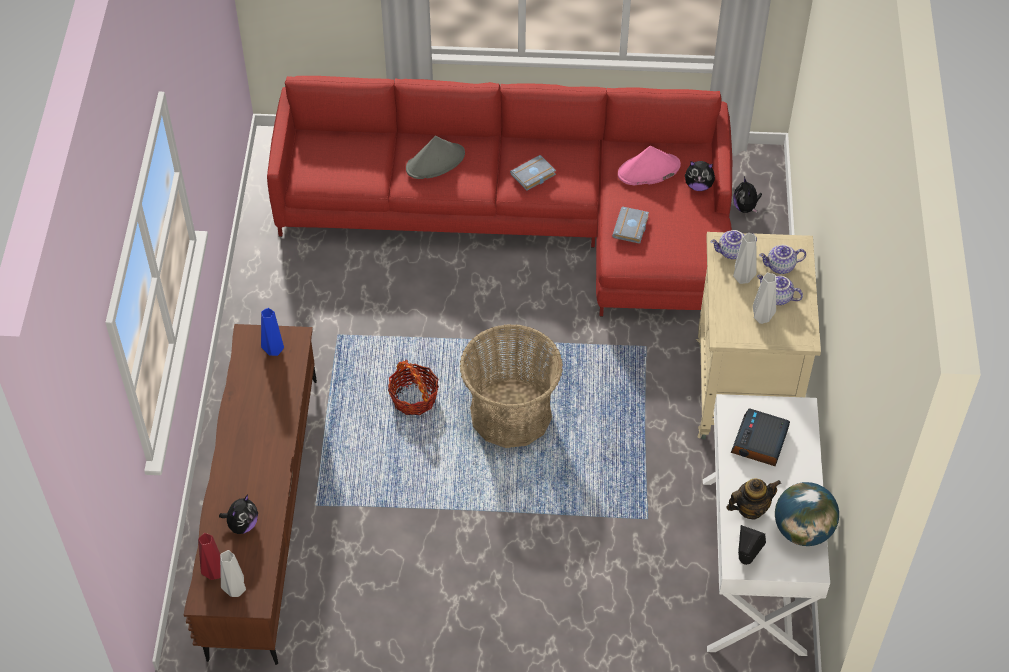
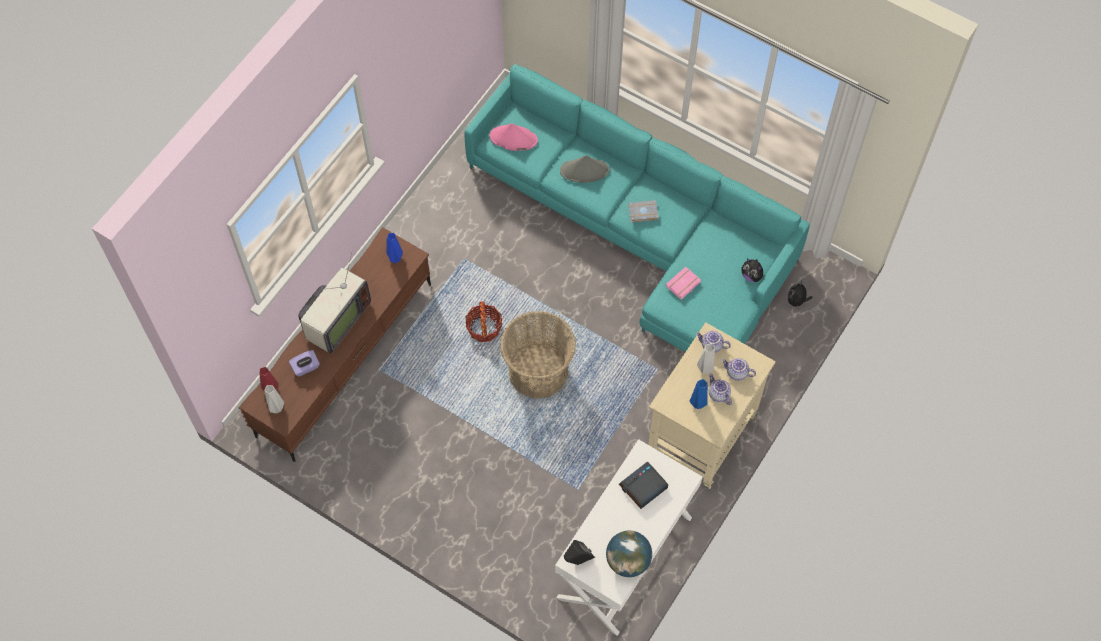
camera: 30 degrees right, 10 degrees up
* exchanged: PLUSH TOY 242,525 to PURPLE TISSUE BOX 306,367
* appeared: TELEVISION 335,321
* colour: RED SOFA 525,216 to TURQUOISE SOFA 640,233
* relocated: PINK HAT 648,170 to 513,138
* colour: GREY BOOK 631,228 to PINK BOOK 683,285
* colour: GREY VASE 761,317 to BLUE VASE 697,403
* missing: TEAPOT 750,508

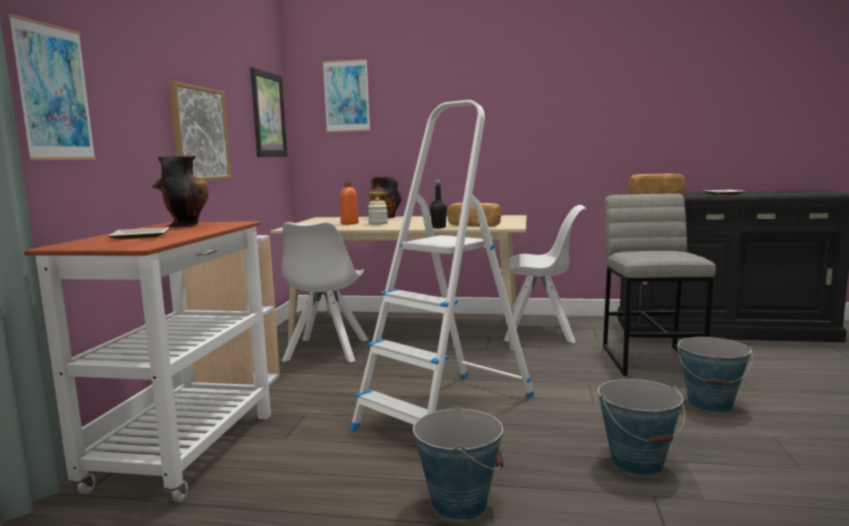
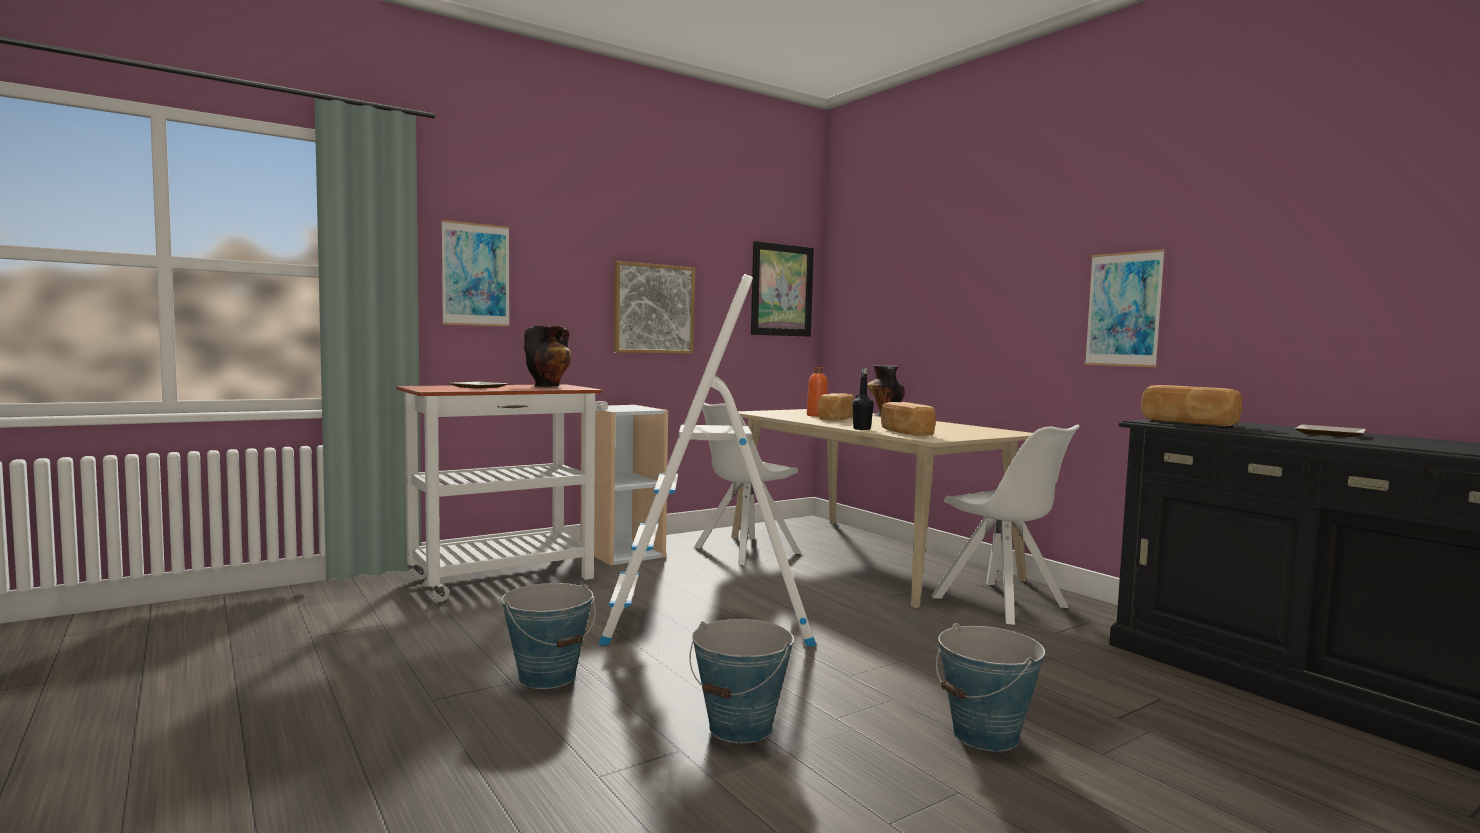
camera: 45 degrees right, 5 degrees down
* exchanged: JAR 378,223 to BREAD 838,419
* relocated: PICTURE 346,96 to 1123,309
* missing: GREY CHAIR 650,359

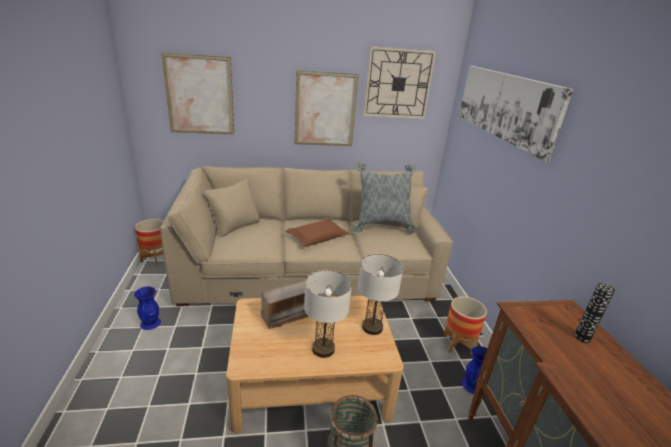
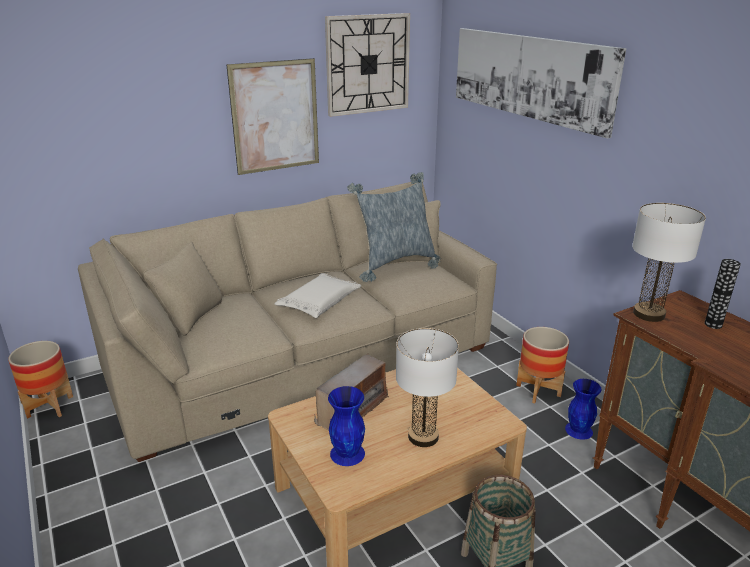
camera: 20 degrees left, 0 degrees up
* colour: BROWN PILLOW 317,236 to WHITE PILLOW 319,300
* relocated: BLUE VASE 151,323 to 348,453
* relocated: TABLE LAMP 372,328 to 649,314
* missing: PICTURE 200,95

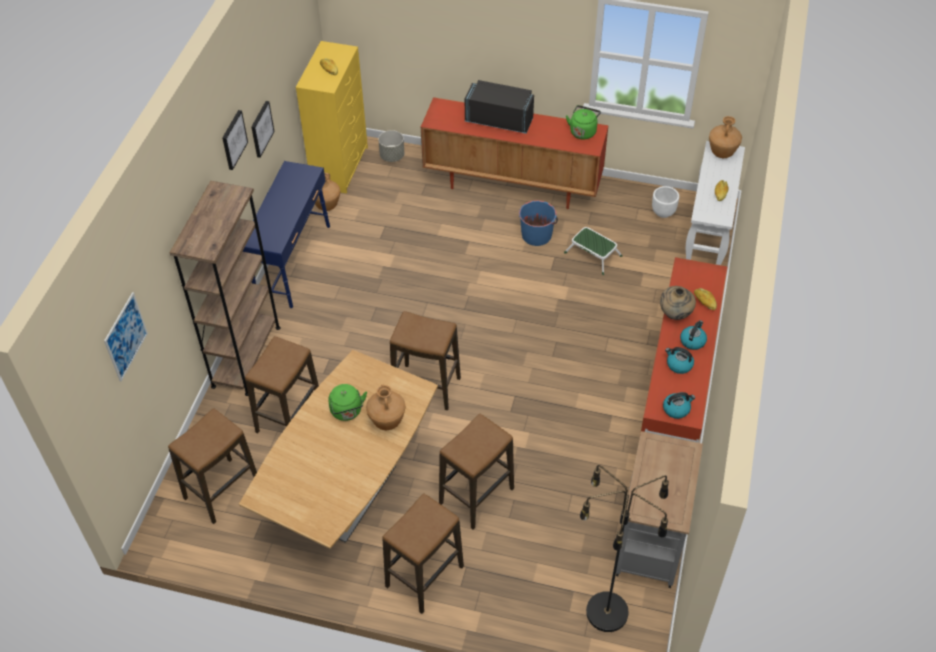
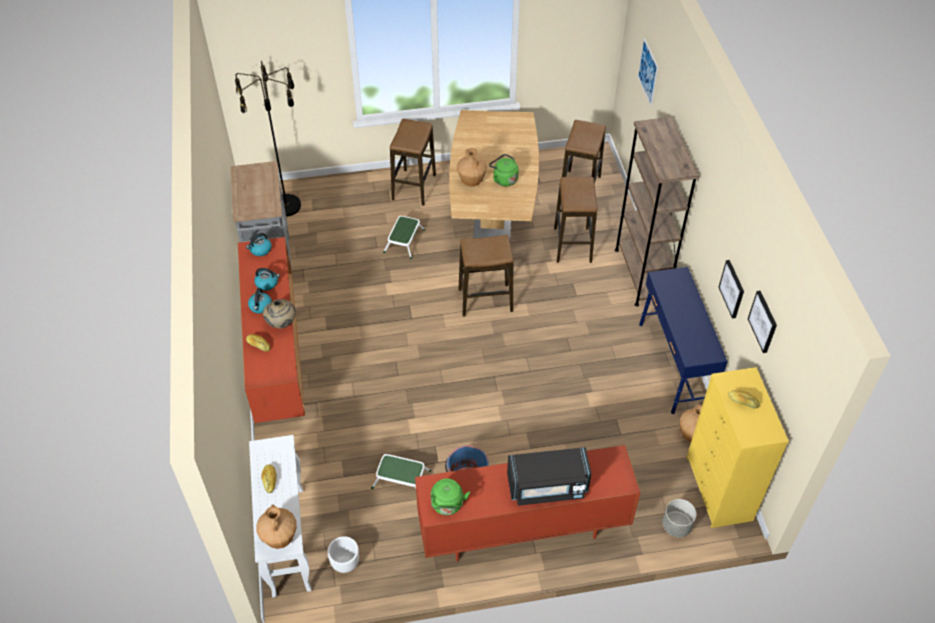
camera: 155 degrees right, 0 degrees up
* exchanged: STOOL 476,496 to GREEN STEP LADDER 404,241
* relocated: PICTURE 233,139 to 763,321

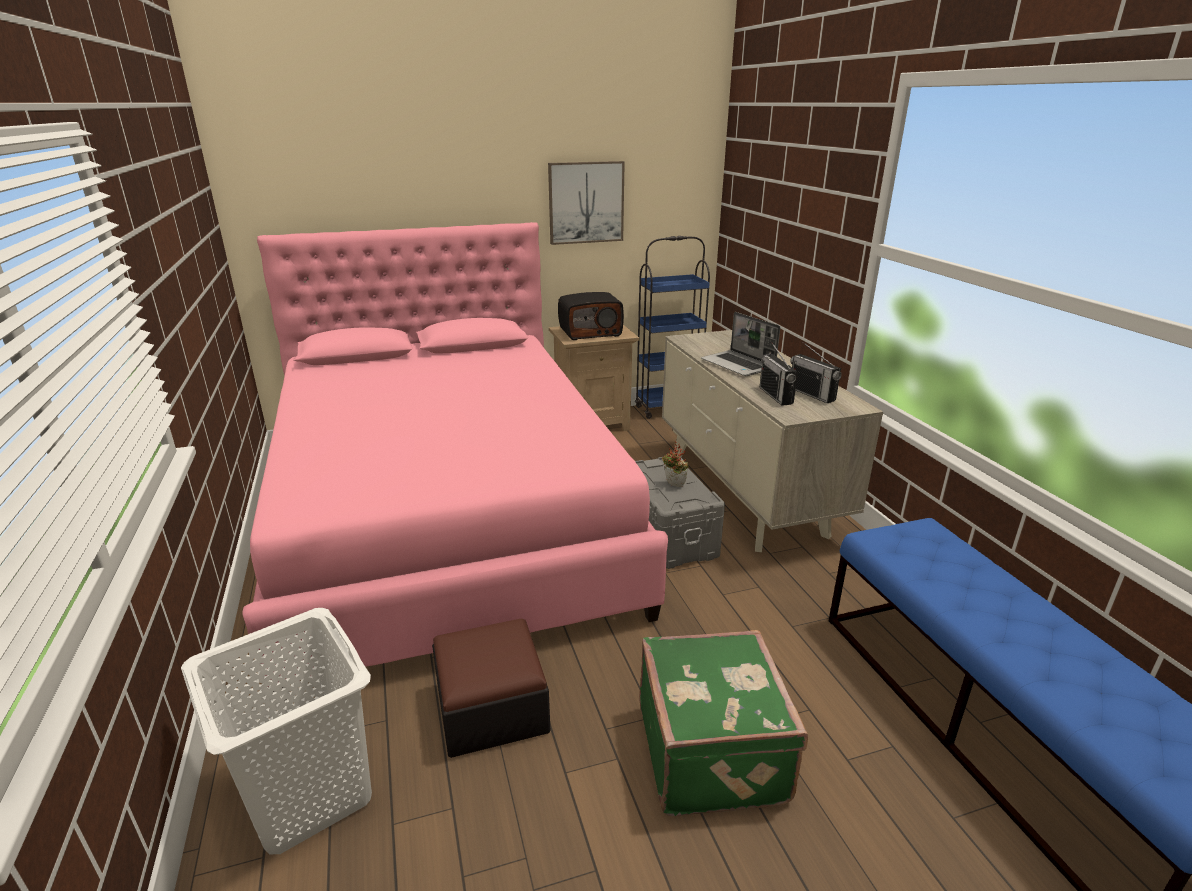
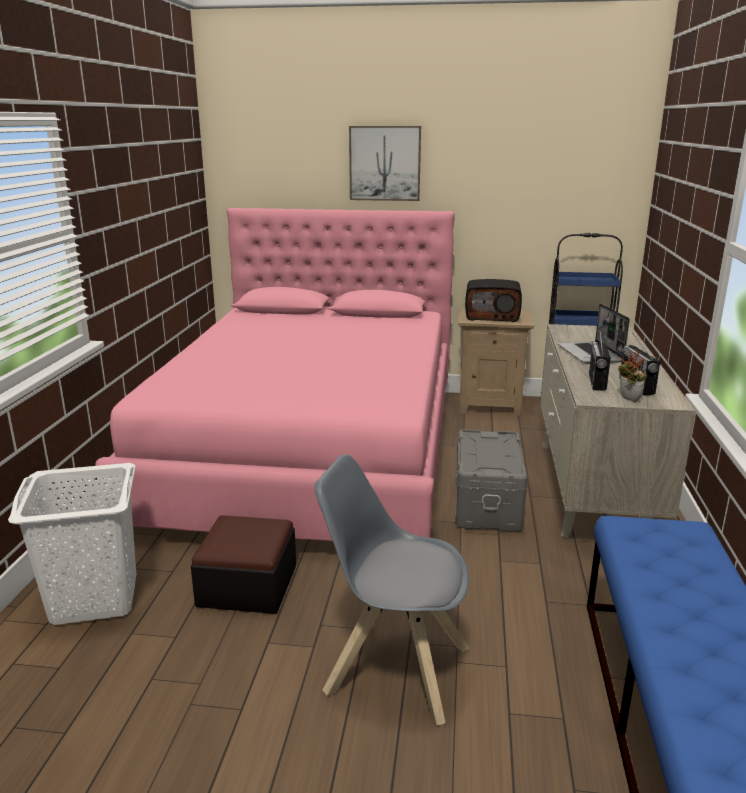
camera: 25 degrees right, 5 degrees down
* exchanged: GREEN SUITCASE 713,751 to GREY CHAIR 394,667
* relocated: PICTURE 586,202 to 385,163
* relocated: POTTED PLANT 673,485 to 627,399

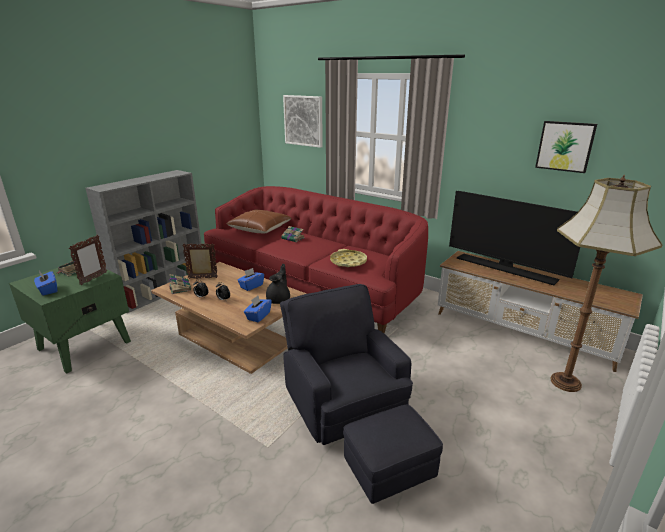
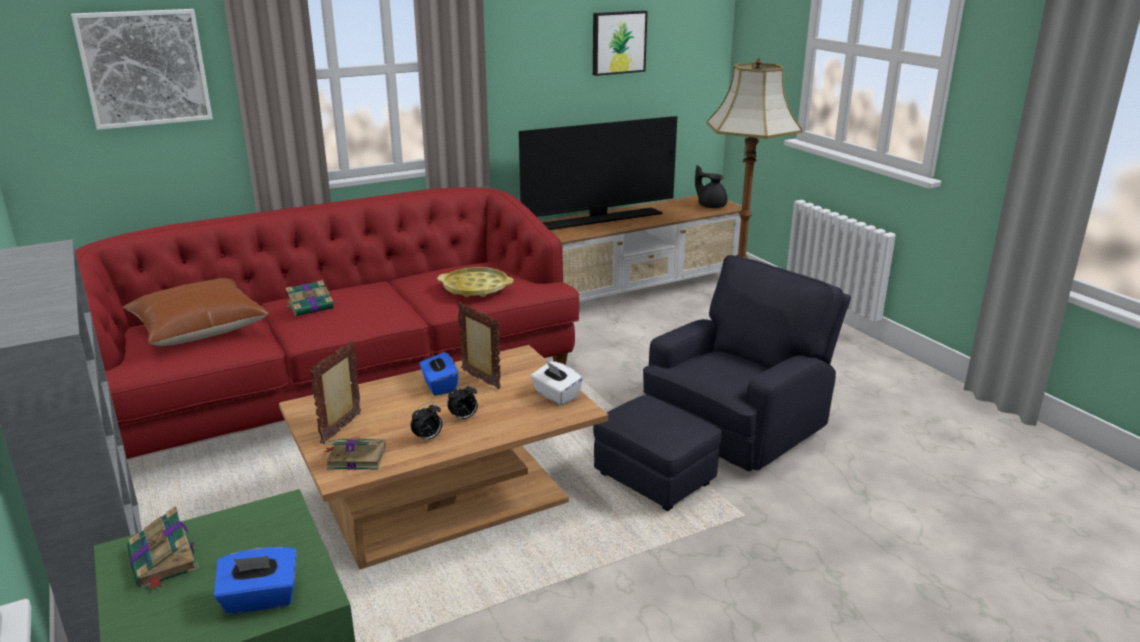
camera: 65 degrees left, 0 degrees up
* relocated: PICTURE FRAME 93,279 to 480,380
* colour: BLUE TISSUE BOX 258,316 to WHITE TISSUE BOX 556,395
* spun: BLACK ARMCHAIR 352,416 = 719,439 135 degrees clockwise
* relocated: BLACK TEAPOT 279,299 to 711,205

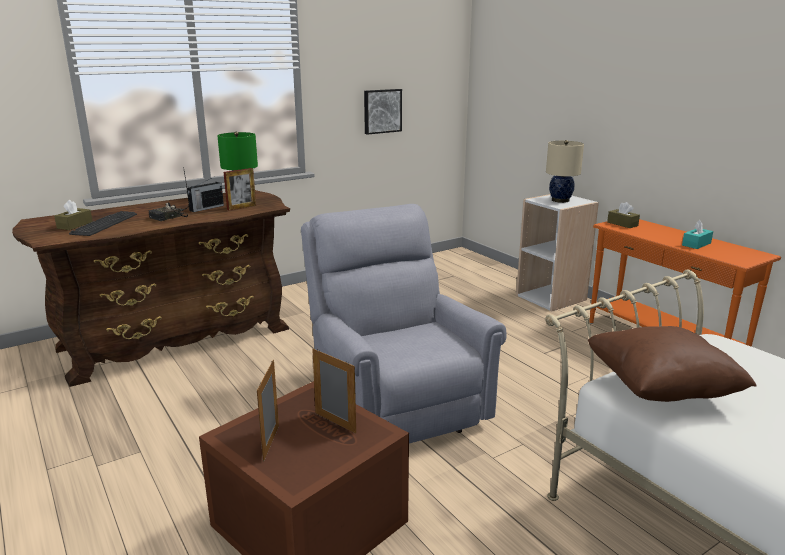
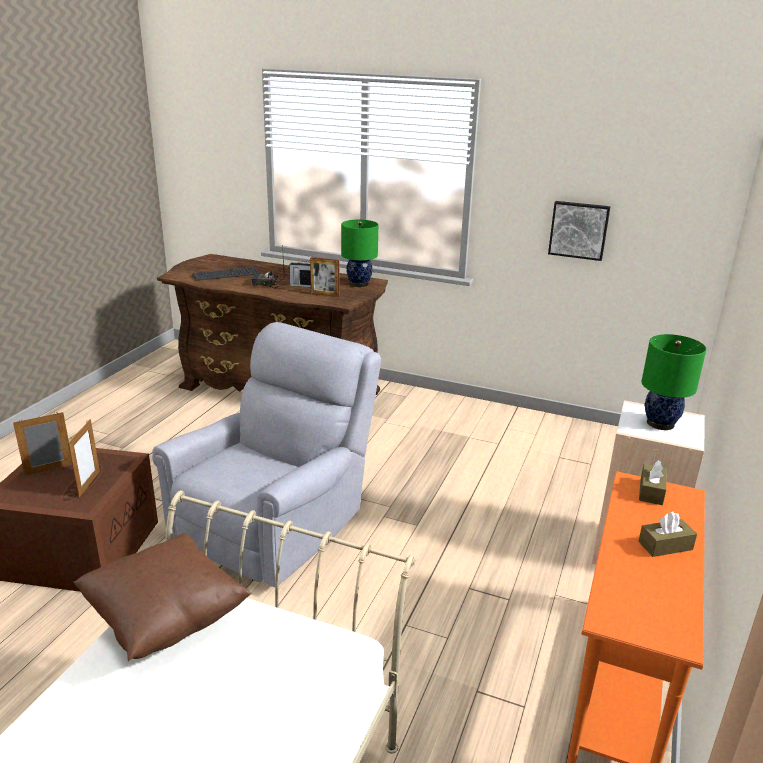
camera: 55 degrees right, 5 degrees up
* relocated: BROWN TISSUE BOX 75,225 to 665,546
* colour: BEIGE TABLE LAMP 560,200 to GREEN TABLE LAMP 660,423
* missing: TURQUOISE TISSUE BOX 696,244

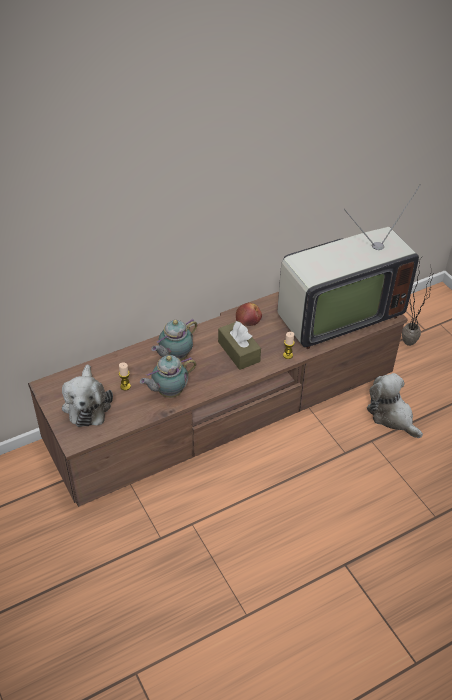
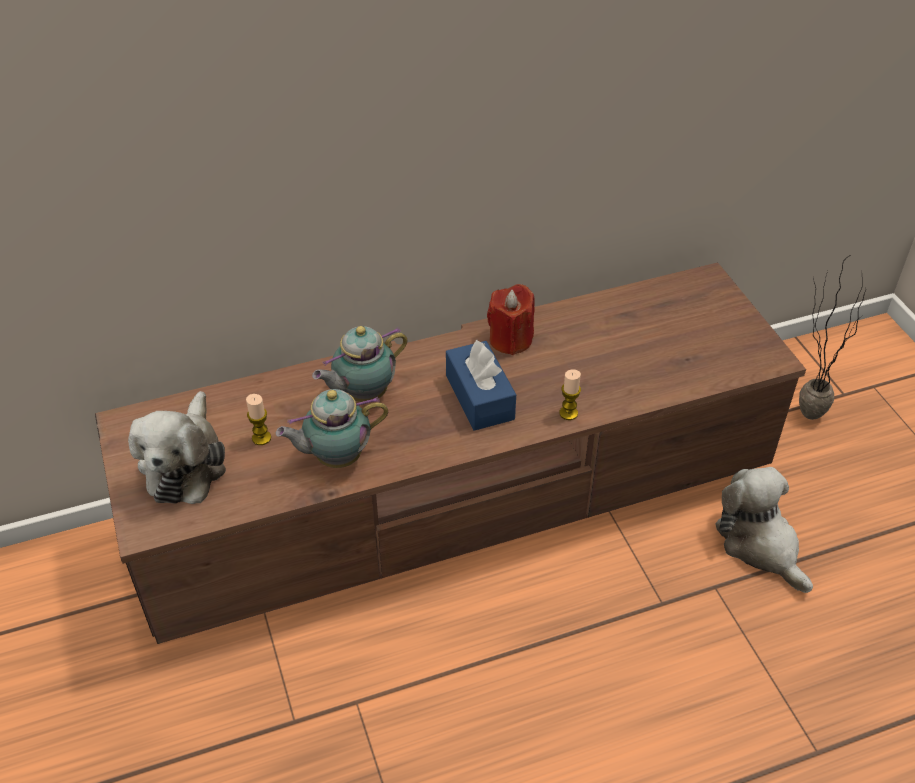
camera: 10 degrees right, 0 degrees up
* colour: BROWN TISSUE BOX 238,351 to BLUE TISSUE BOX 479,397
* exchanged: APPLE 248,318 to RED CANDLE 510,340
* missing: TELEVISION 335,315

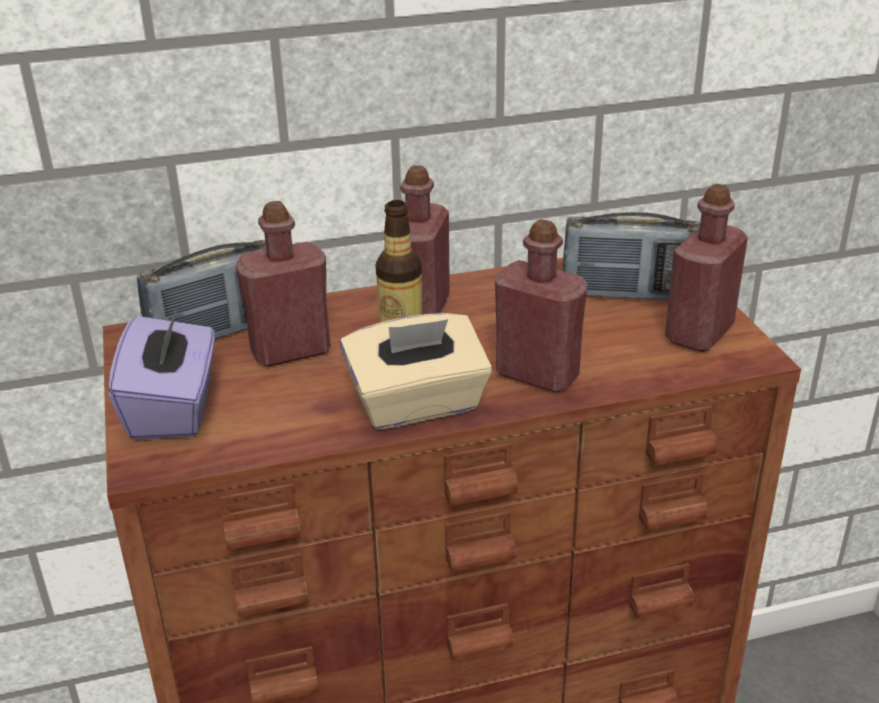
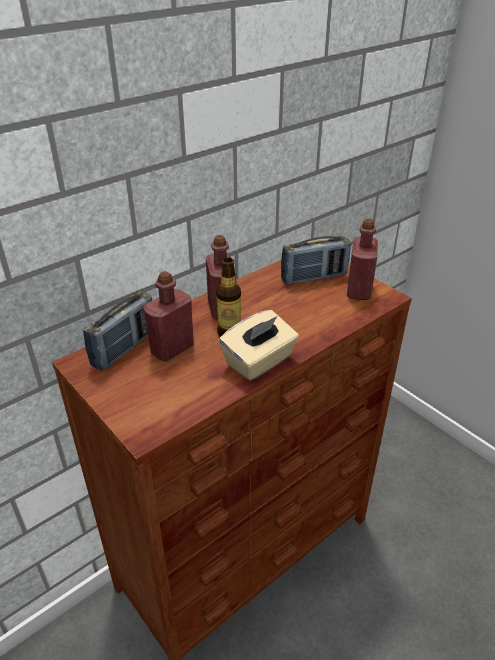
camera: 25 degrees left, 5 degrees up
* missing: PURPLE TISSUE BOX 174,408
* missing: RED BOTTLE 537,374

